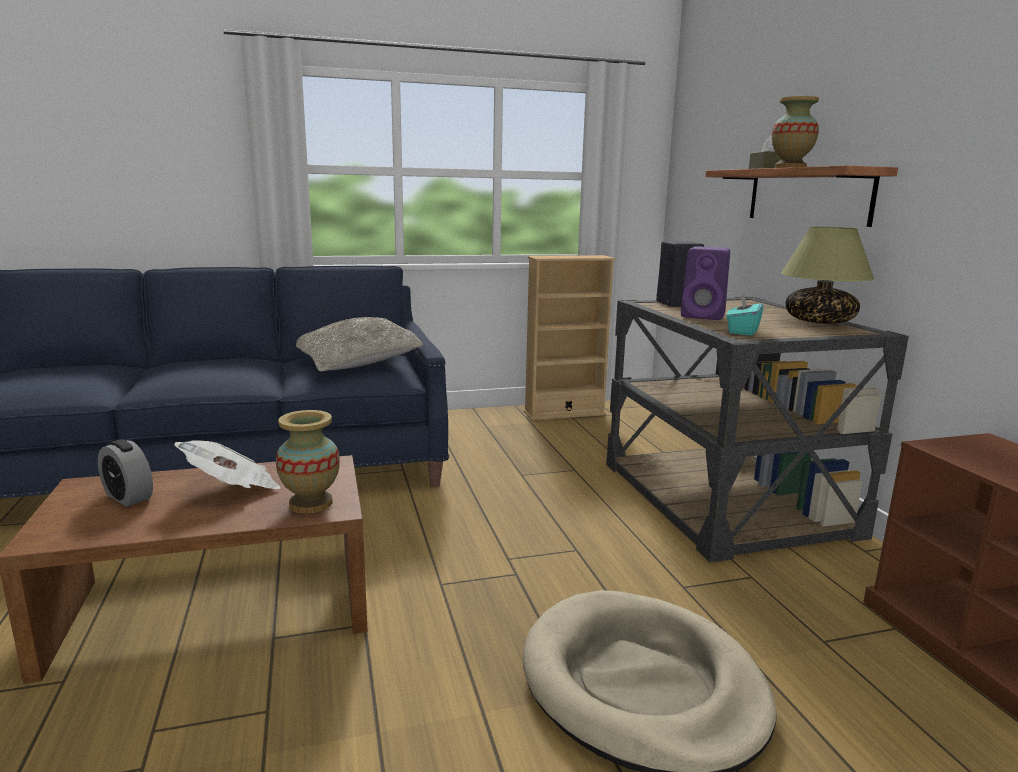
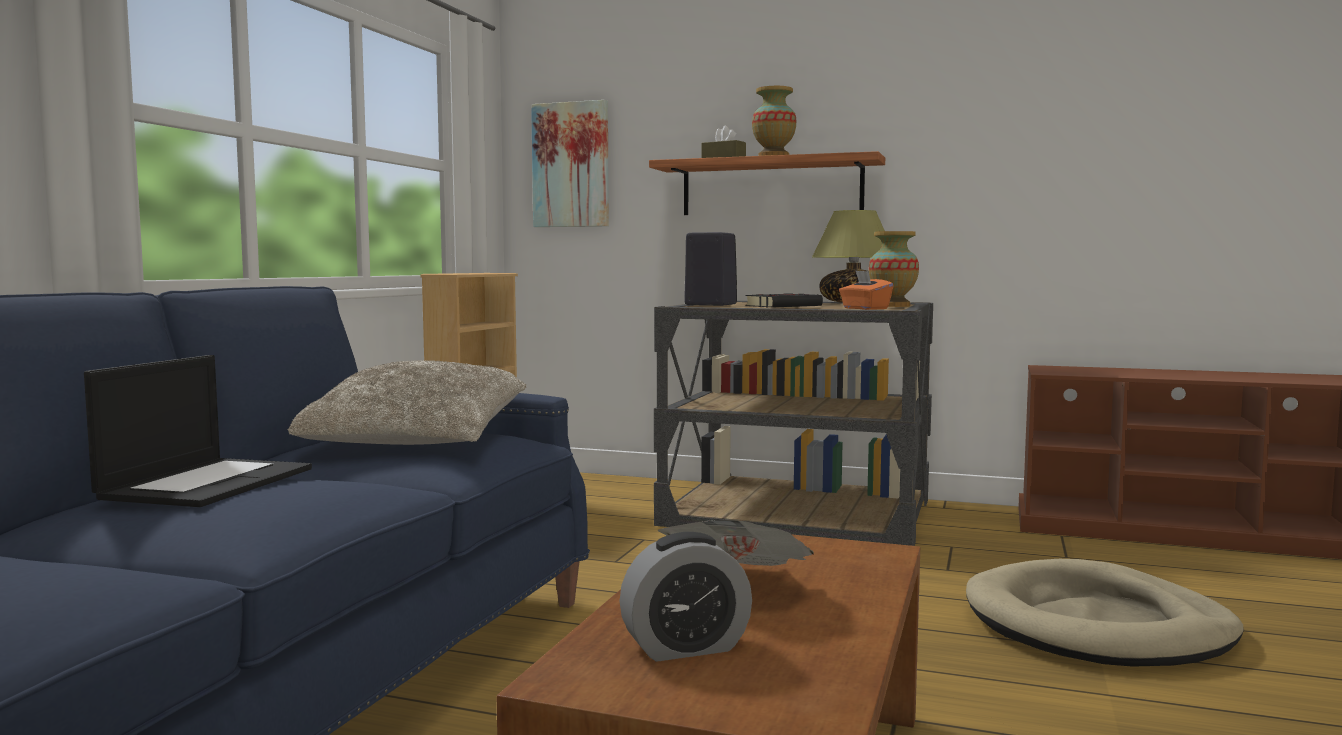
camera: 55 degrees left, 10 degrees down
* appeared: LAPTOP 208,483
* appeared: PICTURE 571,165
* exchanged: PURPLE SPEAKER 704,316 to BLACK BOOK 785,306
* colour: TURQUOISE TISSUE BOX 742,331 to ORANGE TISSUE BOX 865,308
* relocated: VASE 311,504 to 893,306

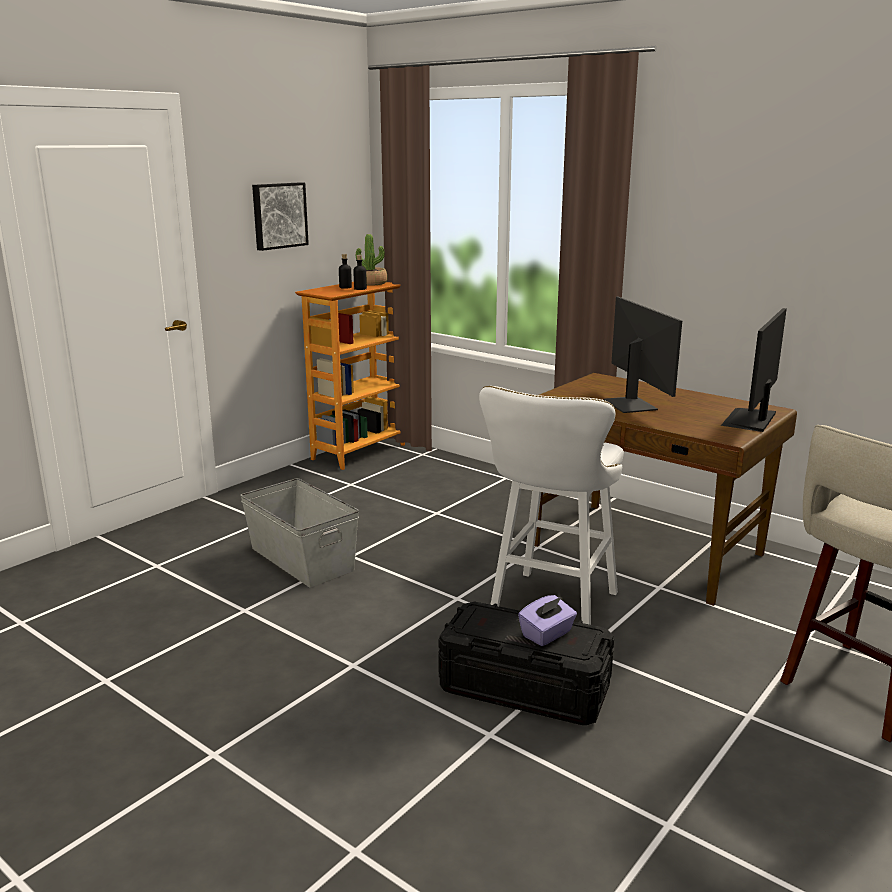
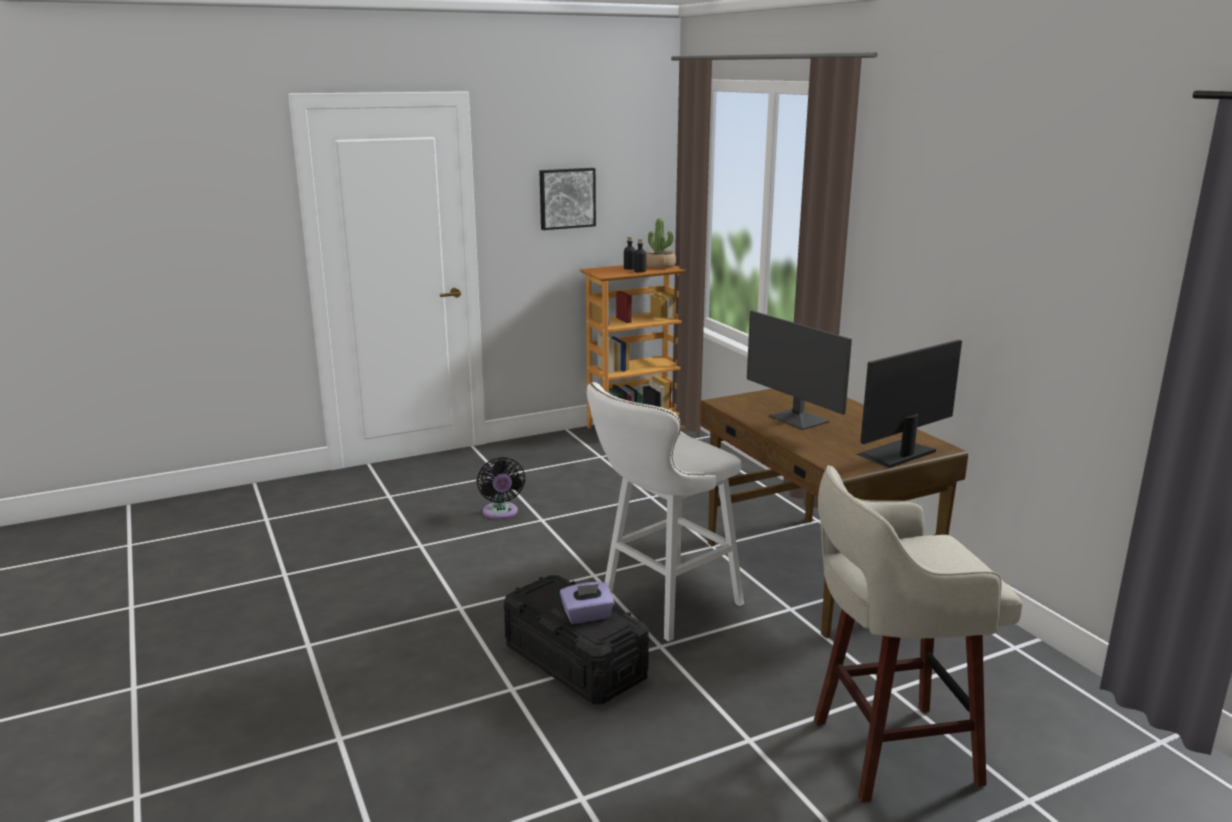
camera: 25 degrees right, 0 degrees up
* exchanged: GREY STORAGE BOX 302,558 to BLACK FAN 500,513
* spun: MONITOR 631,404 = 797,419 135 degrees clockwise

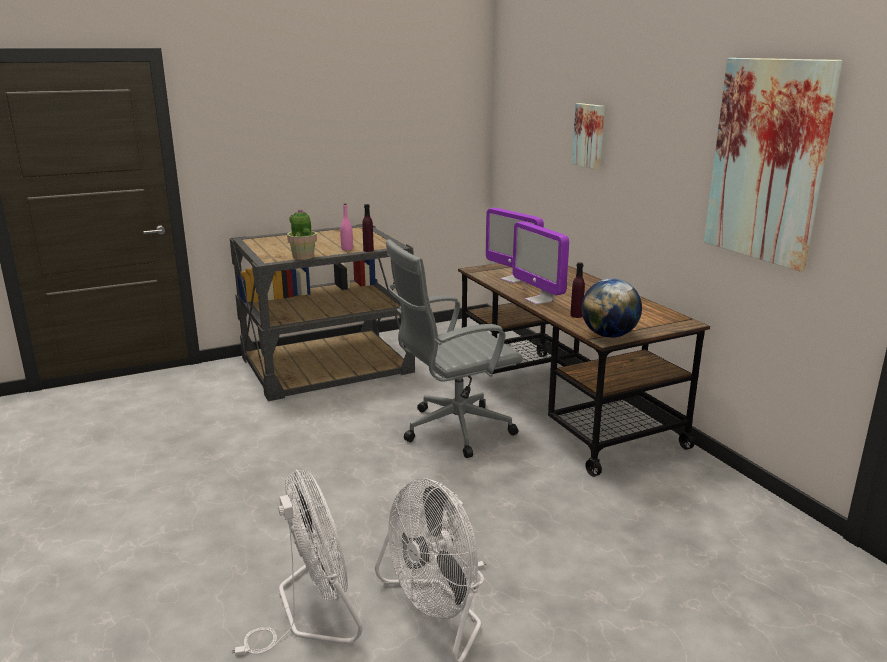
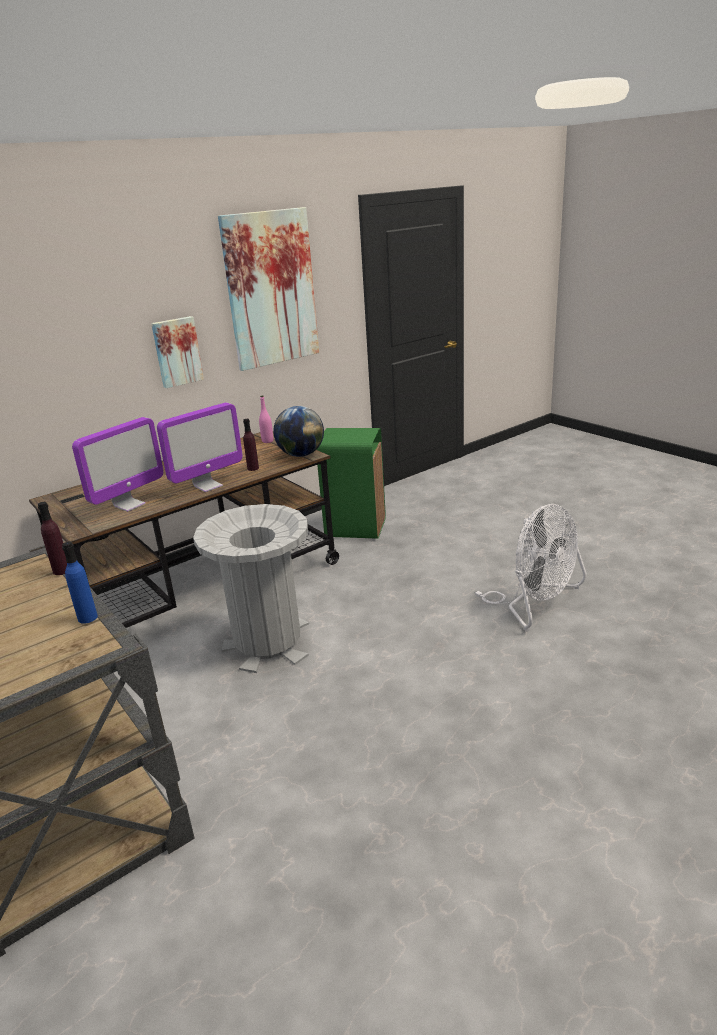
camera: 100 degrees left, 5 degrees up
* exchanged: POTTED PLANT 303,256 to BLUE BOTTLE 87,618
* relocated: PICTURE 590,135 to 177,351
* exchanged: GREY OFFICE CHAIR 452,430 to GREY TRASH CAN 268,643
* relocated: PINK BOTTLE 347,249 to 267,441
* appeared: GREEN TRASH CAN 355,527
* missing: WHITE FAN 307,610

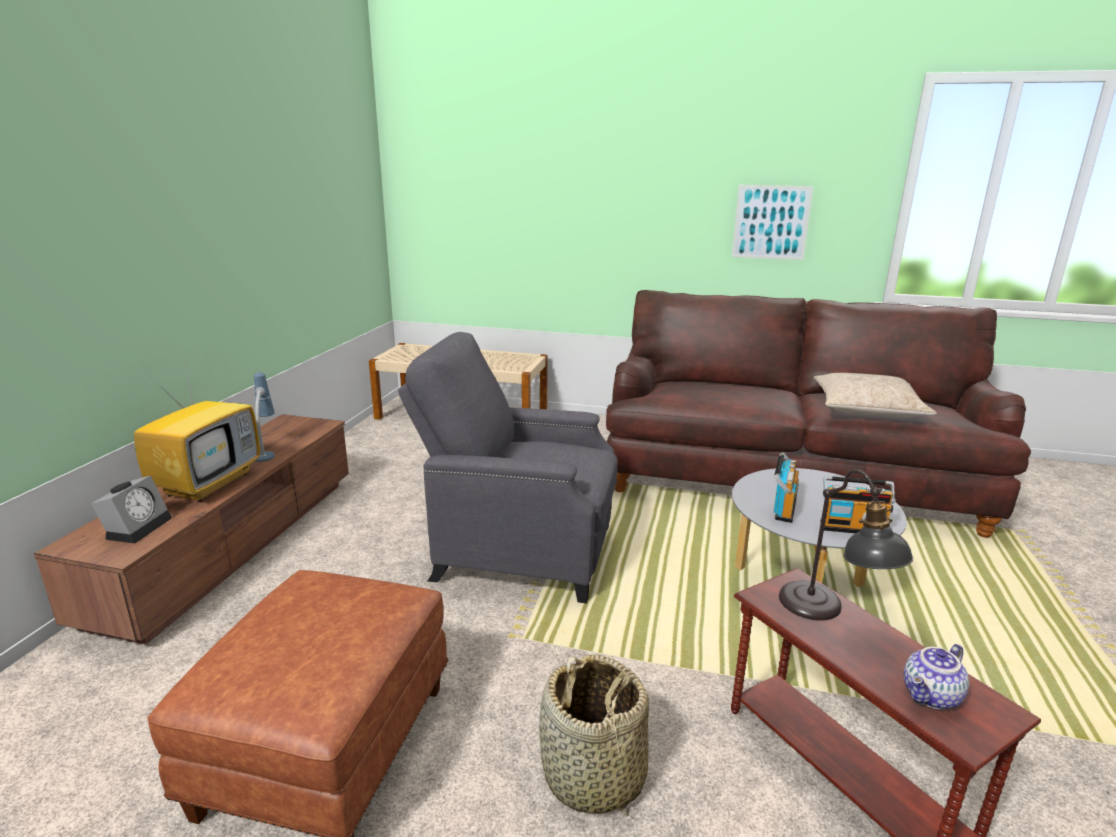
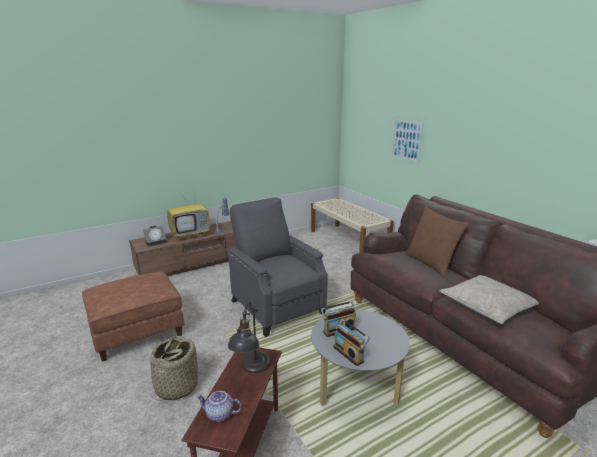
camera: 45 degrees right, 0 degrees up
* relocated: PICTURE 771,222 to 406,140
* appeared: BROWN PILLOW 431,263

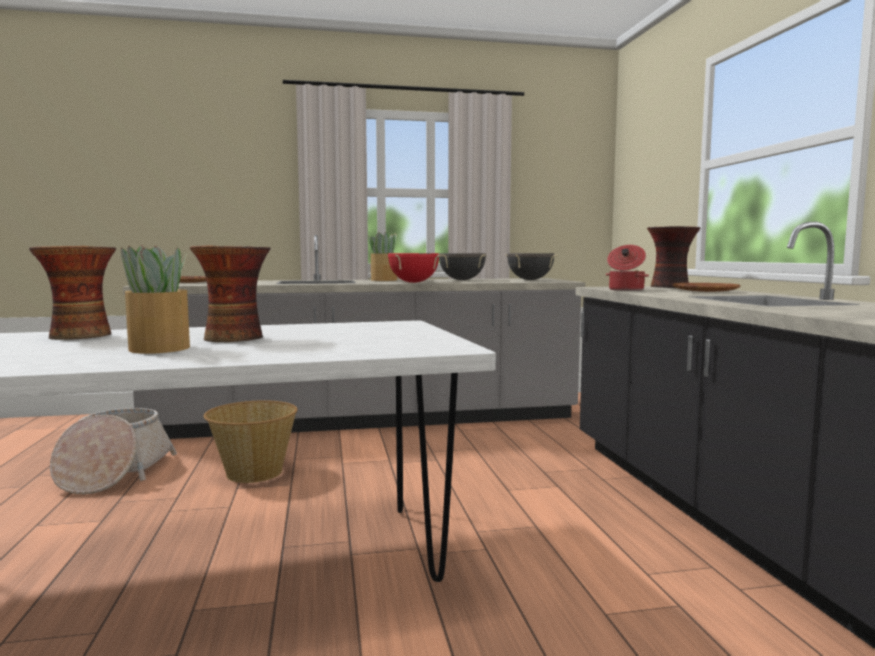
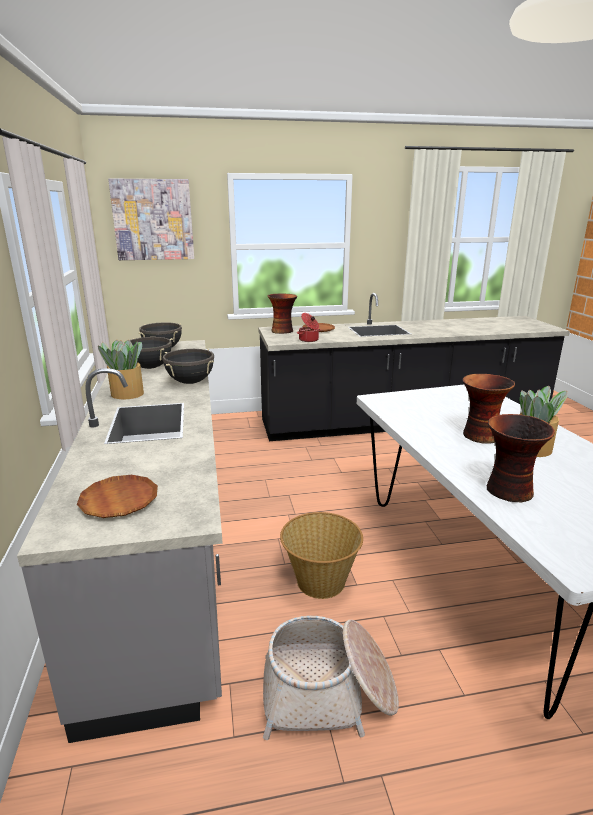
camera: 90 degrees left, 15 degrees up
* appeared: PICTURE 153,220
* colour: RED COOKING POT 413,282 to BLACK COOKING POT 190,382

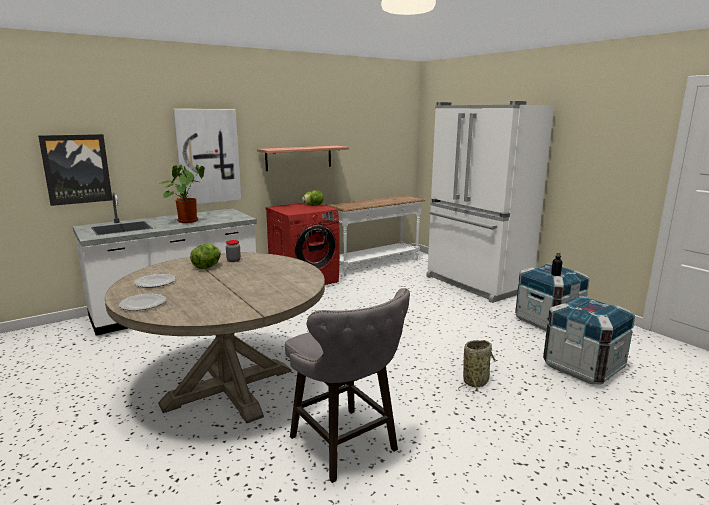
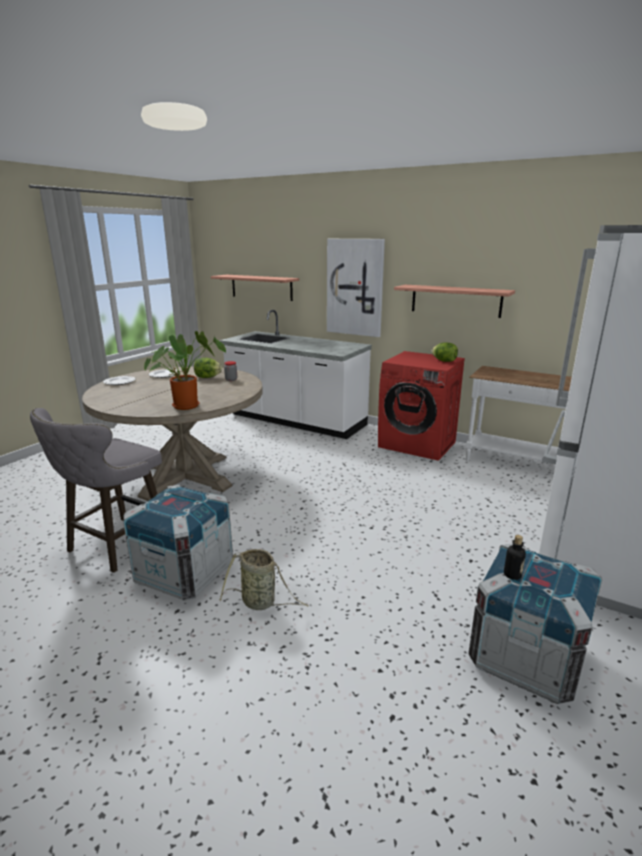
camera: 65 degrees right, 5 degrees up
* relocated: CRATE 583,367 to 184,574
* relocated: POTTED PLANT 187,220 to 188,405
* exchanged: PICTURE 77,169 to SHELF 261,287

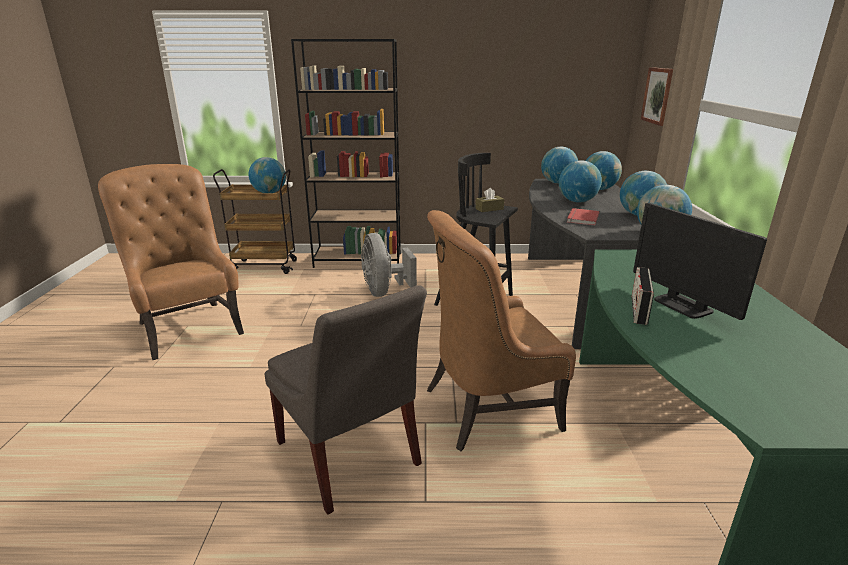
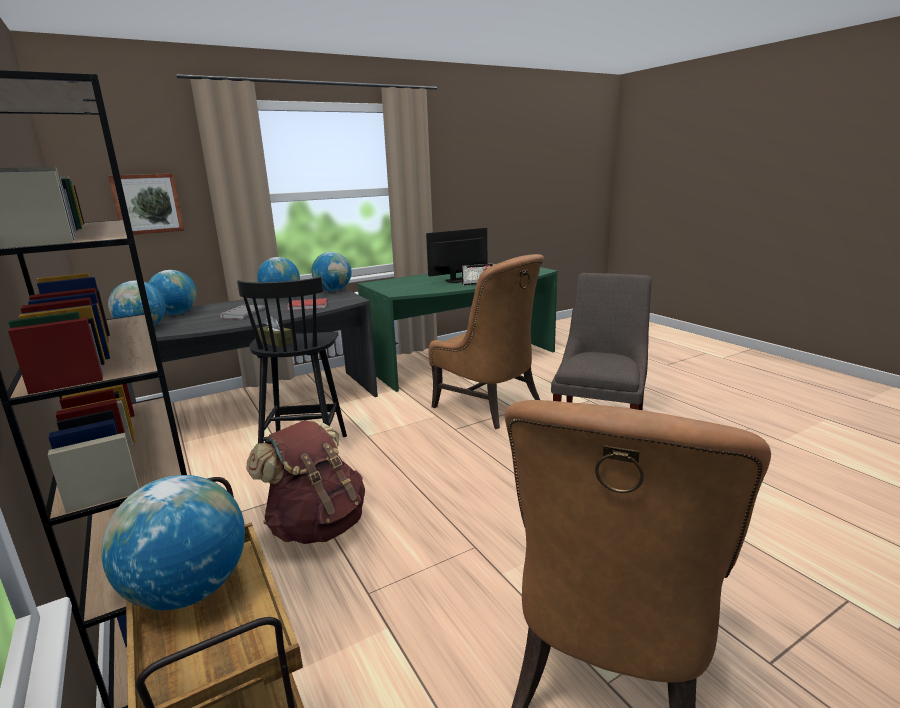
camera: 120 degrees left, 5 degrees down
* exchanged: GLOBE 577,201 to GREY BOOK 242,313
* exchanged: GREY FAN 384,292 to BROWN BACKPACK 317,525
* spun: MONITOR 683,305 = 459,280 150 degrees counterclockwise

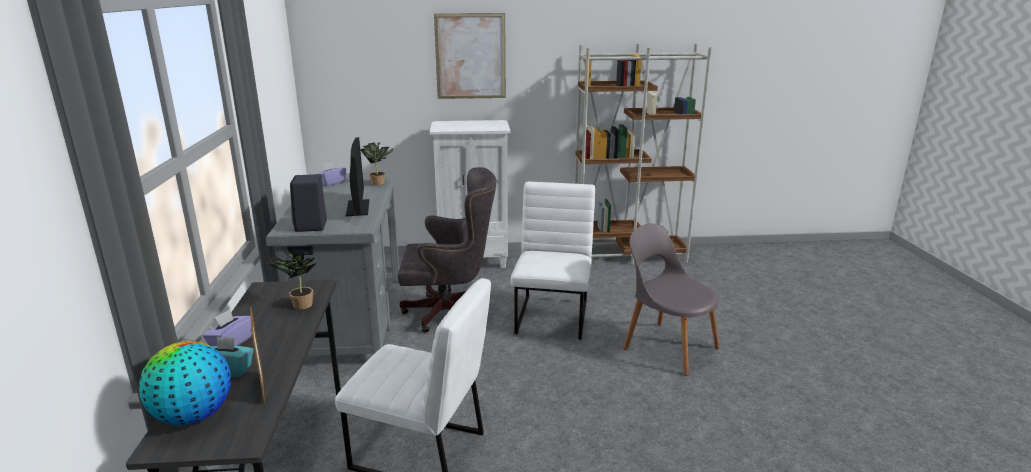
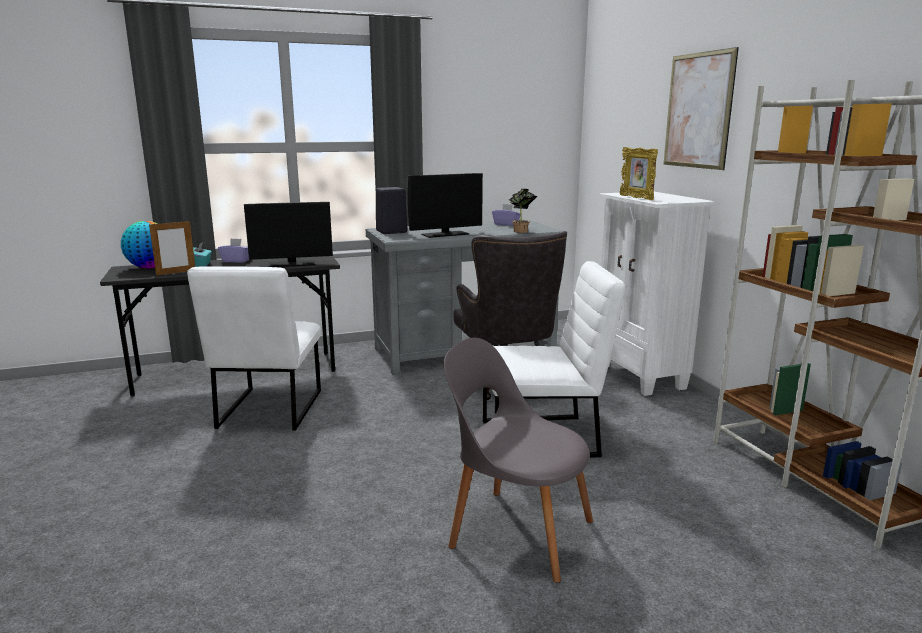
camera: 75 degrees right, 5 degrees down
* exchanged: POTTED PLANT 299,305 to MONITOR 292,264
* spun: GREY CHAIR 667,346 = 516,531 90 degrees counterclockwise
* appeared: PICTURE FRAME 636,198

